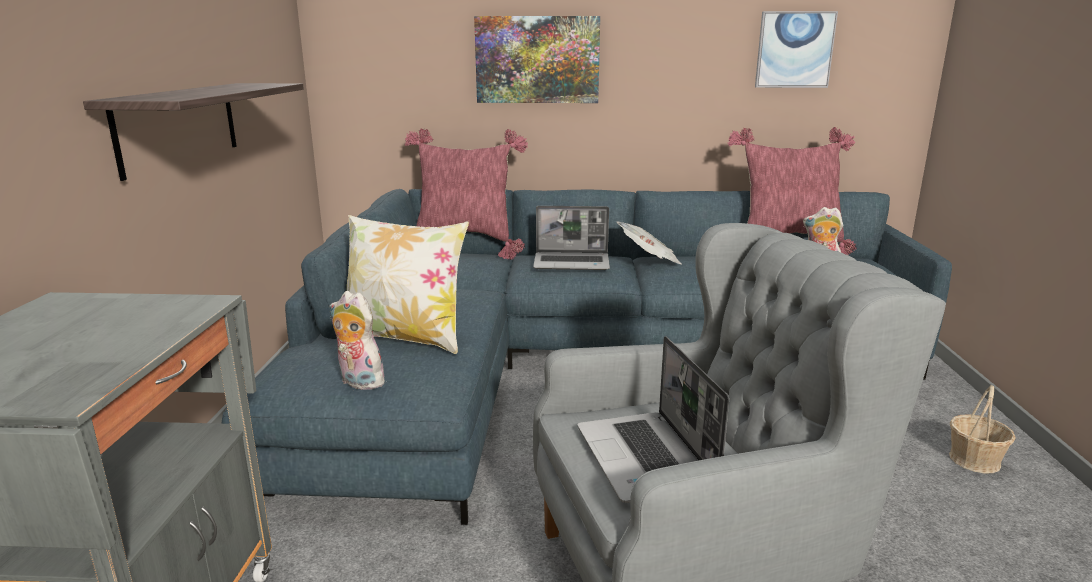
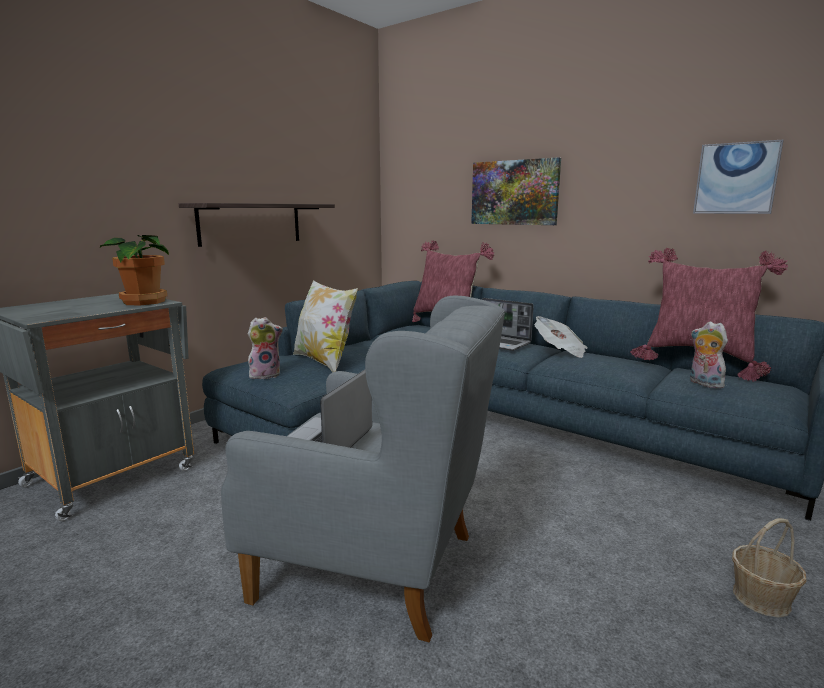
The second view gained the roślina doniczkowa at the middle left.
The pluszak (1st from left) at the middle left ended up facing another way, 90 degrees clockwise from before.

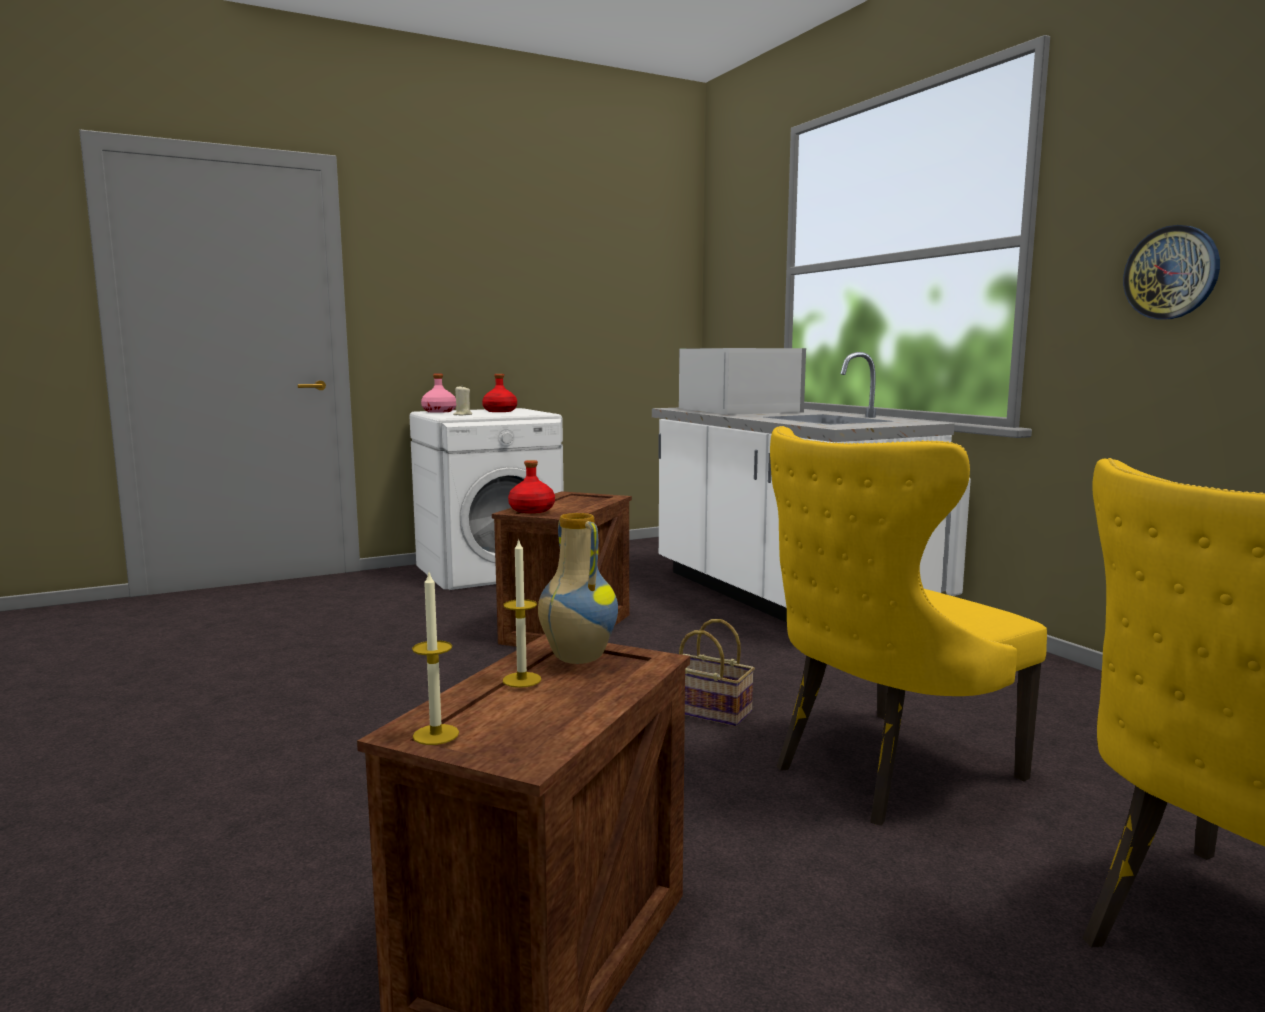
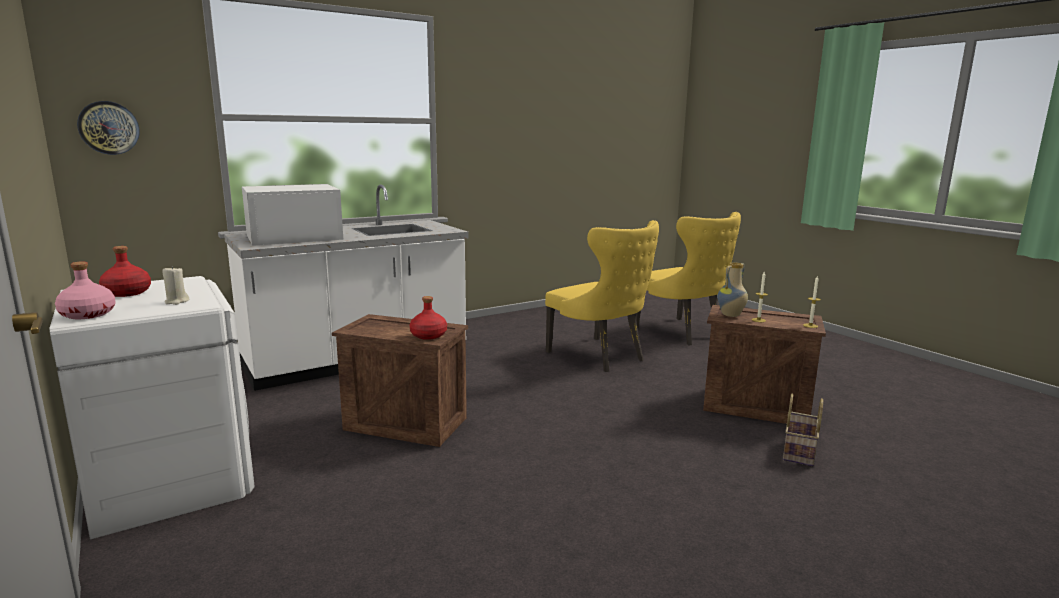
The zegar ścienny ended up elsewhere, having gone from the top right to the top left.
The koszyk ended up elsewhere, having gone from the centre to the bottom right.

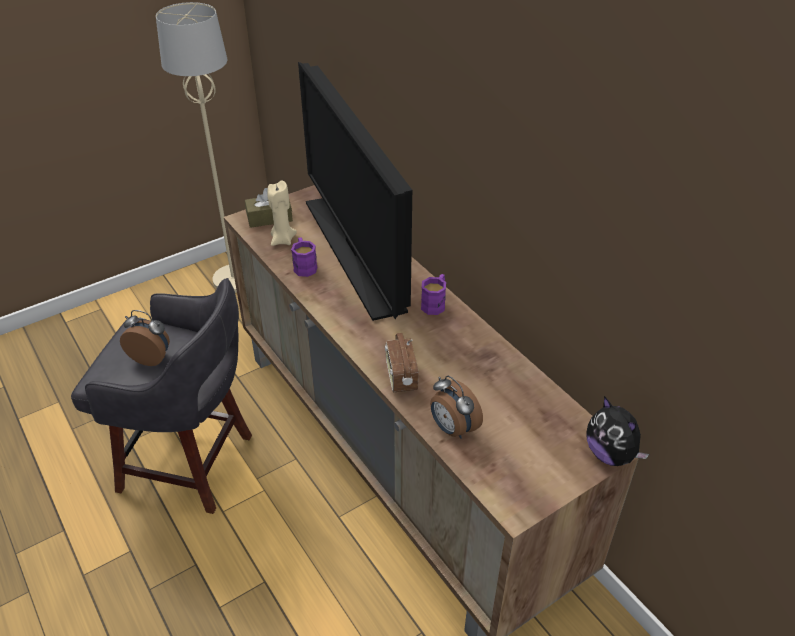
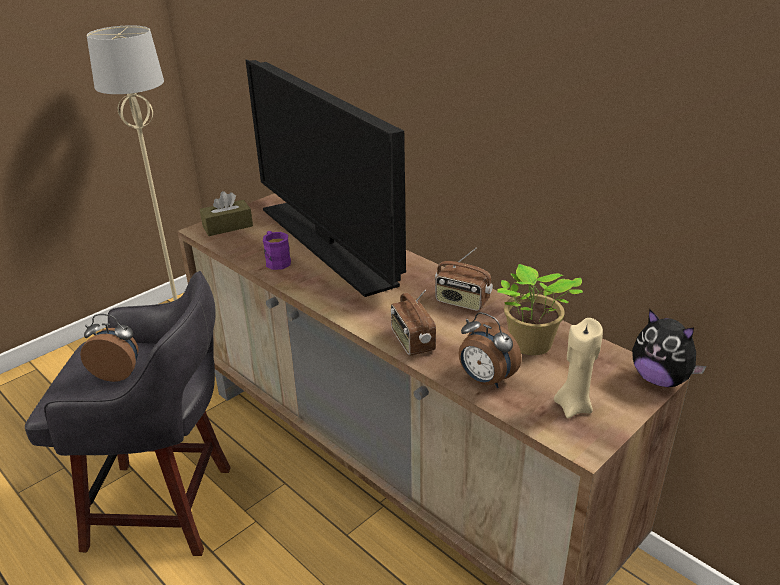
The second view gained the radio (2nd from left) at the centre.
The second view gained the roślina doniczkowa at the middle right.
The świeca/beżowy ended up elsewhere, having gone from the centre to the middle right.
The second view lost the kubek/fioletowy (2nd from left) at the centre.

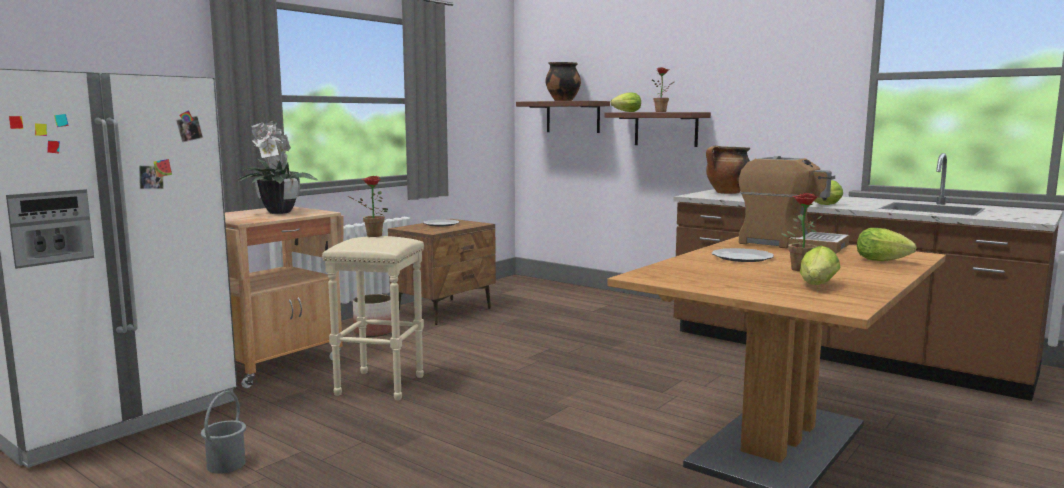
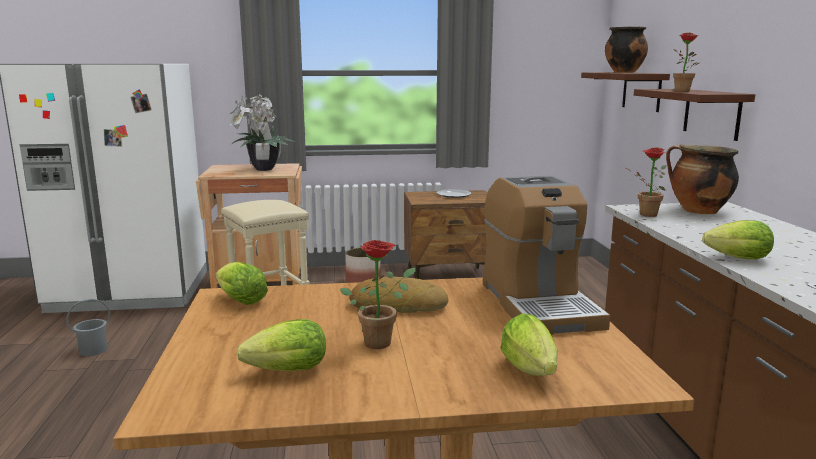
The sałata (1st from left) ended up elsewhere, having gone from the top centre to the middle left.
Where the talerz (2nd from left) stood at the middle right, the chleb came to stand at the centre.
The roślina doniczkowa (2nd from left in the first image) ended up elsewhere, having gone from the centre to the middle right.

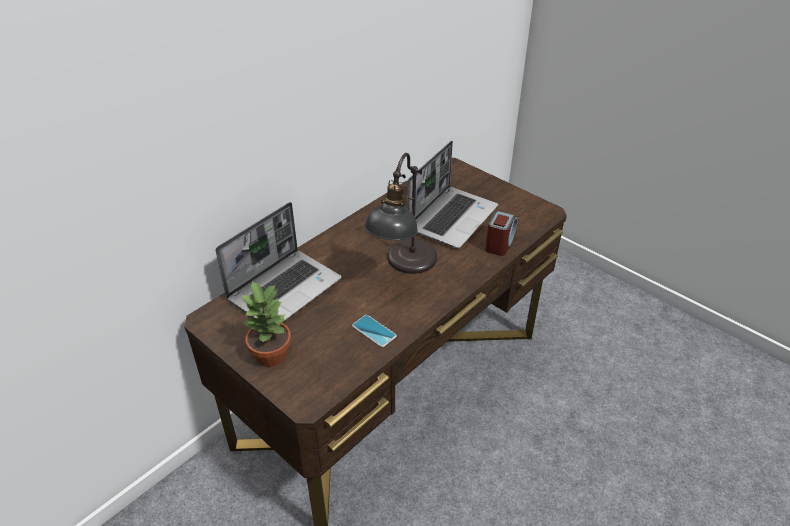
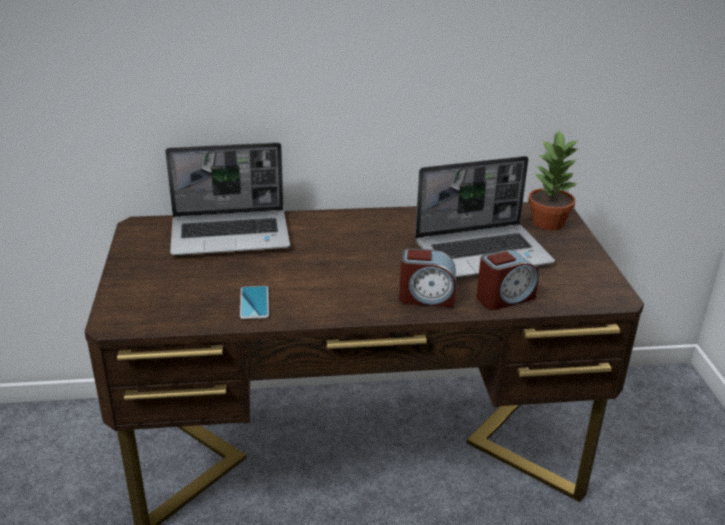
The second view gained the budzik (1st from left) at the centre.
The roślina doniczkowa ended up elsewhere, having gone from the centre to the middle right.
The second view lost the lampa stołowa/szary at the centre.

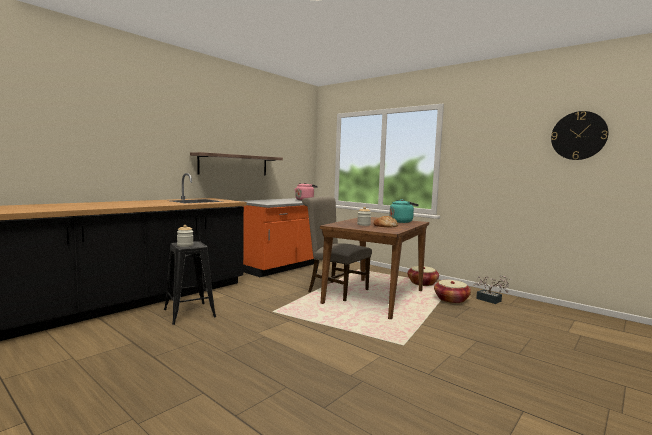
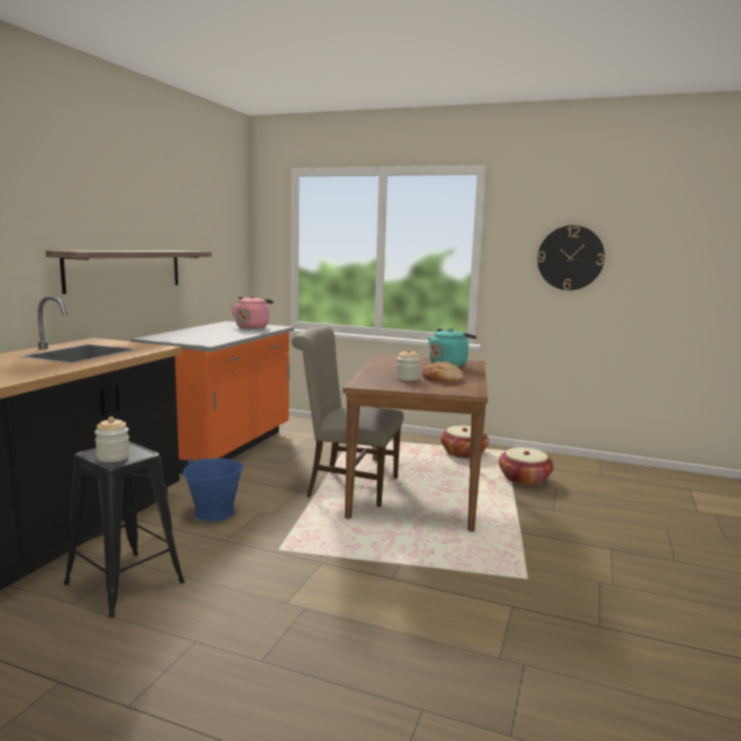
The second view gained the wiadro/niebieski at the middle left.
The zegar ścienny ended up elsewhere, having gone from the top right to the middle right.
The second view lost the roślina doniczkowa at the middle right.

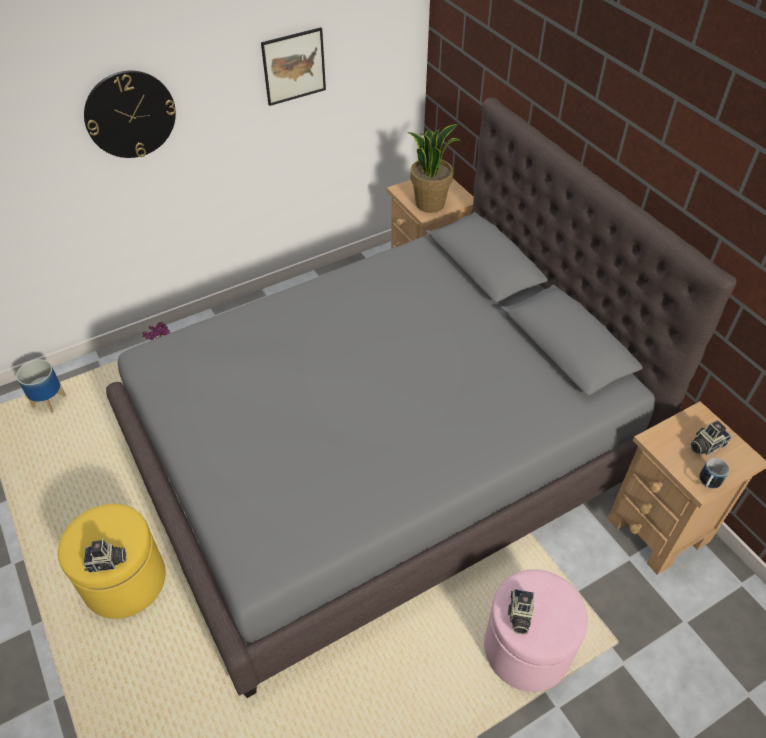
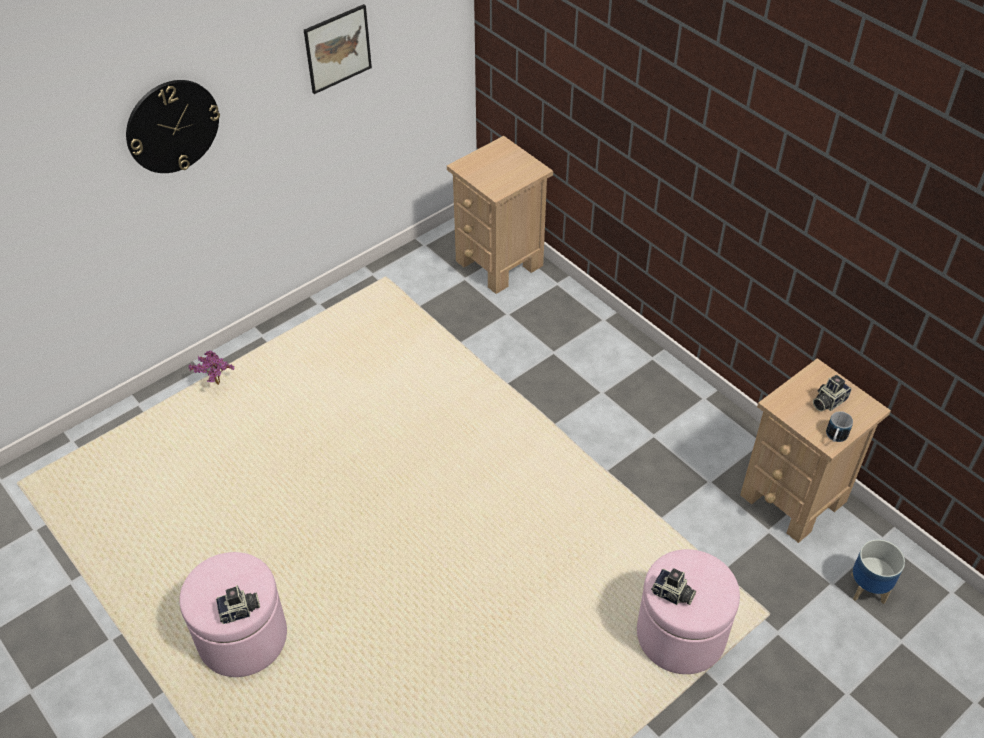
What was the pufa/żółty at the bottom left turned into the pufa/różowy (1st from left) at the bottom left.
The aparat fotograficzny (2nd from left) at the bottom right ended up facing another way, 60 degrees counterclockwise from before.
The donica ended up elsewhere, having gone from the middle left to the bottom right.
The second view lost the łóżko/szary at the centre.
The second view lost the roślina doniczkowa (2nd from left) at the top centre.

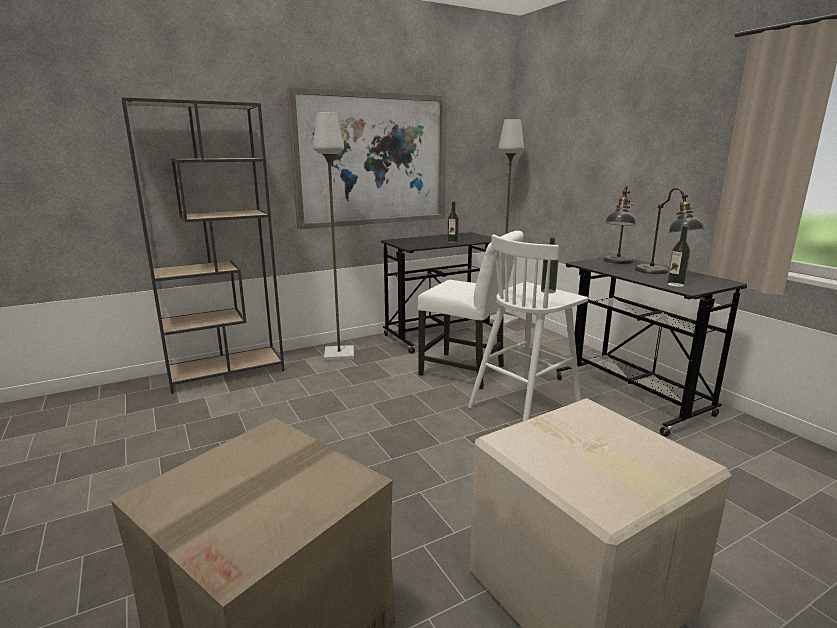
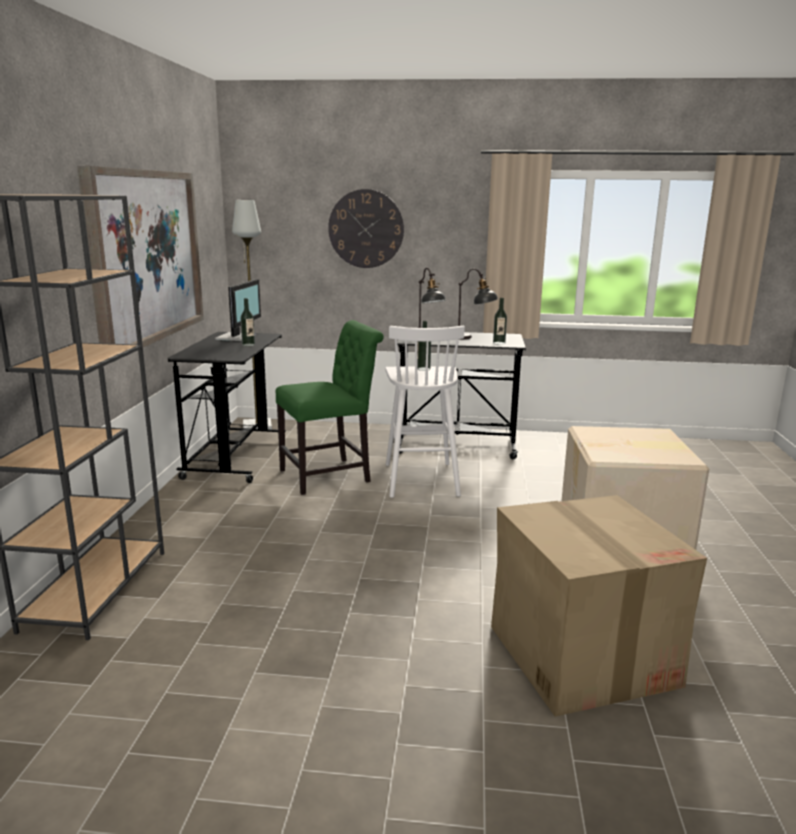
The second view gained the monitor at the middle left.
What was the krzesło/biały at the centre turned into the krzesło/zielony at the centre.
The second view gained the zegar ścienny at the top centre.
The second view lost the lampa stojąca/szary (1st from left) at the centre.

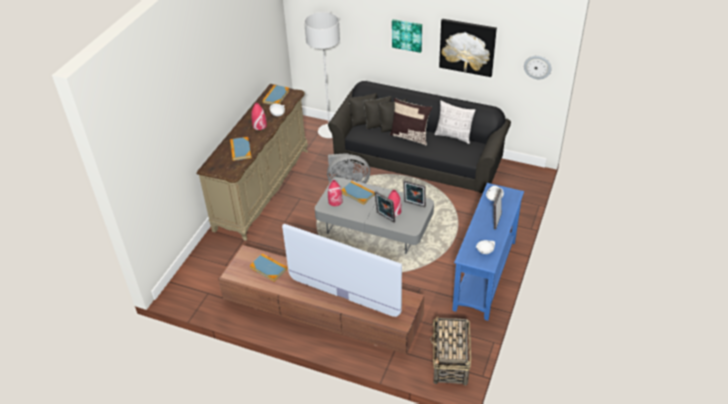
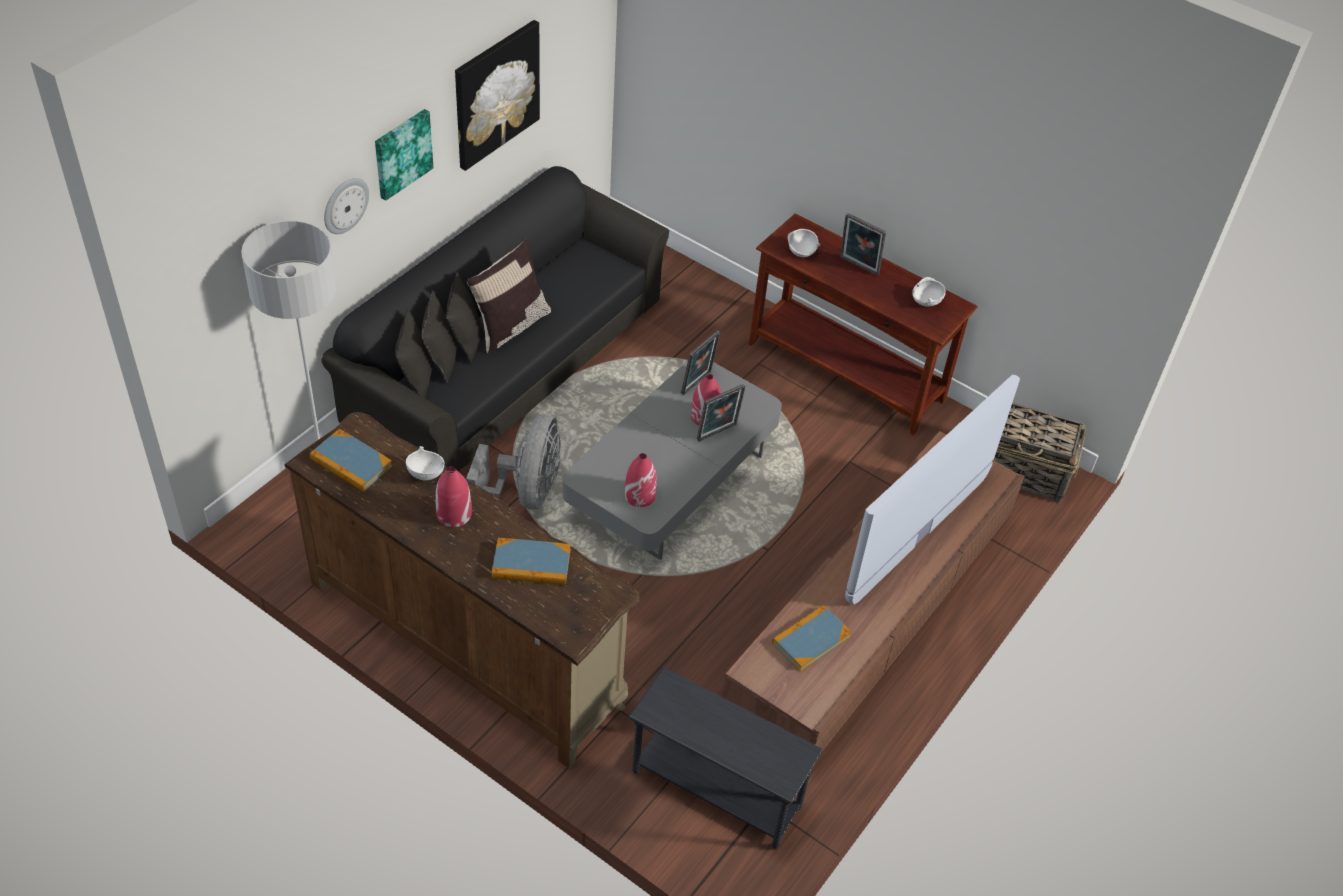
The zegar ścienny ended up elsewhere, having gone from the top right to the top left.
The second view gained the stolik/szary at the bottom centre.
What was the stolik konsolowy/niebieski at the middle right turned into the stolik konsolowy/brązowy at the centre.
The second view lost the książka (4th from left) at the centre.
The second view lost the poduszka (2nd from left) at the top centre.

